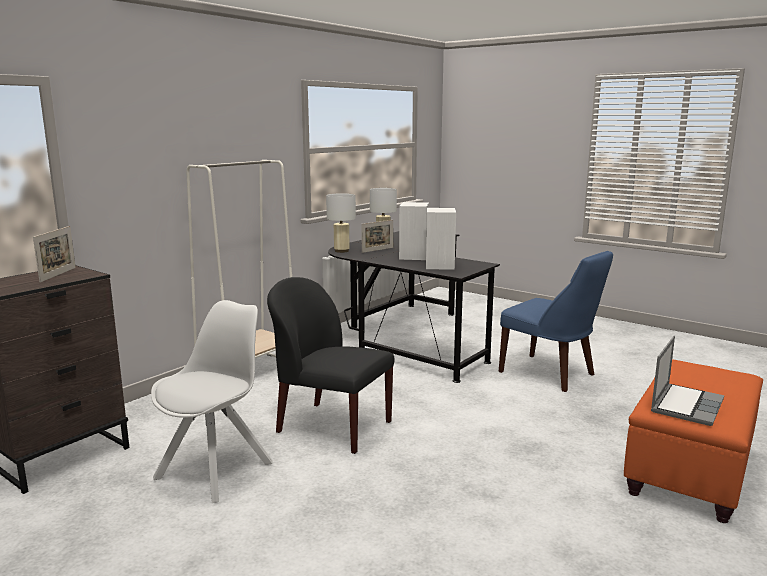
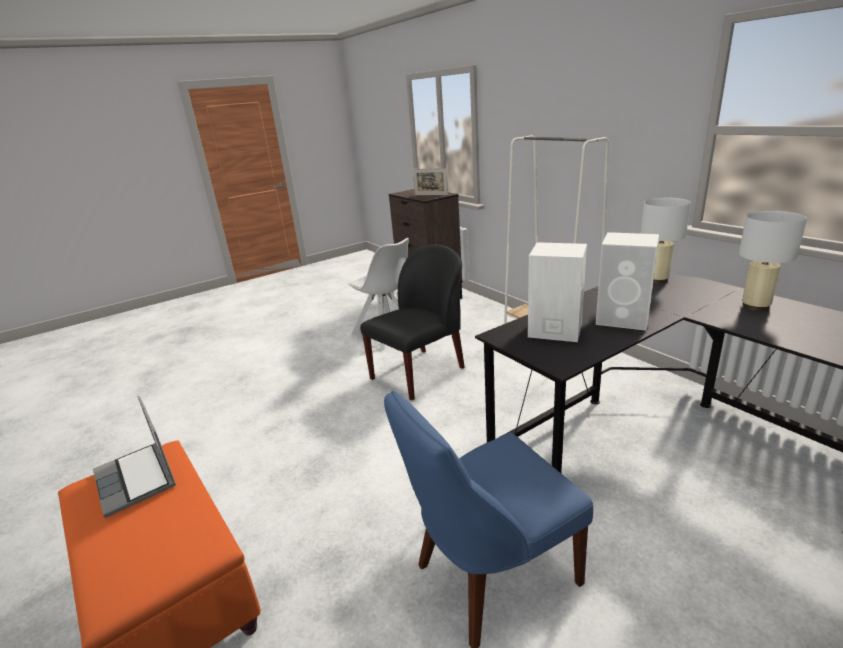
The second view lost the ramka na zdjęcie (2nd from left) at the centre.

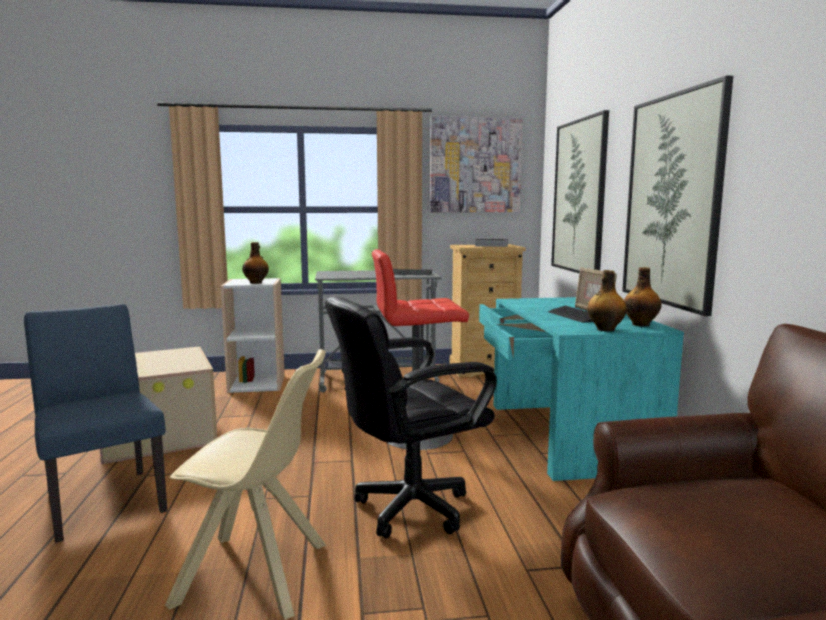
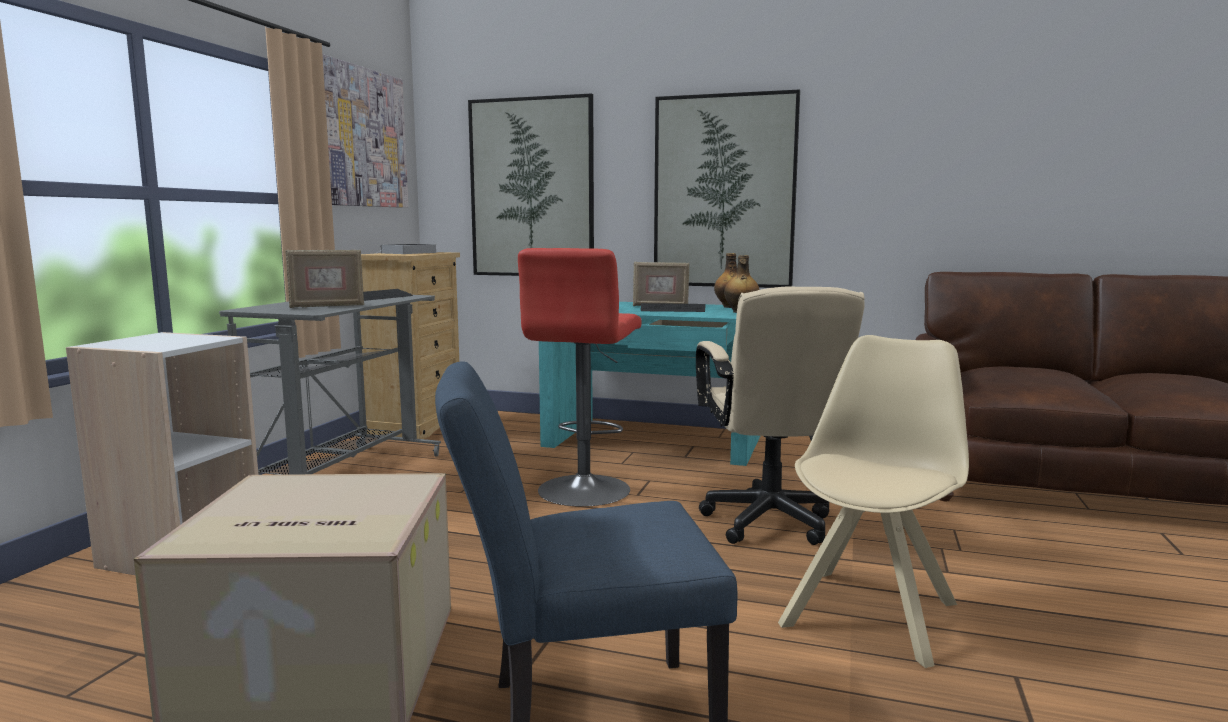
The second view gained the ramka na zdjęcie (1st from left) at the middle left.
What was the krzesło biurowe/czarny at the bottom centre turned into the krzesło biurowe/beżowy at the centre.
The second view lost the butelka (1st from left) at the middle left.

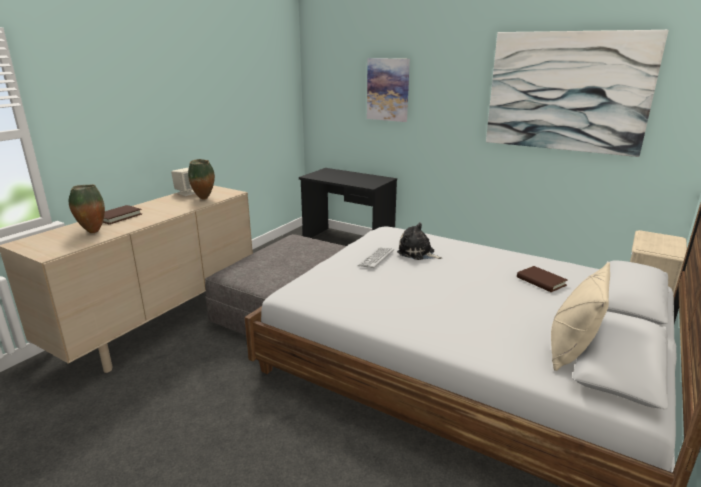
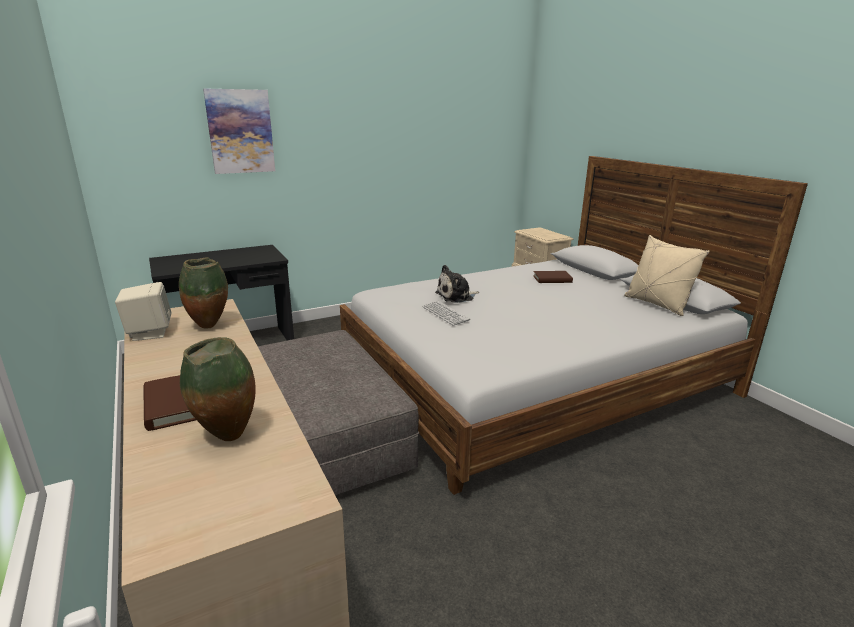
The second view lost the obraz (2nd from left) at the top right.

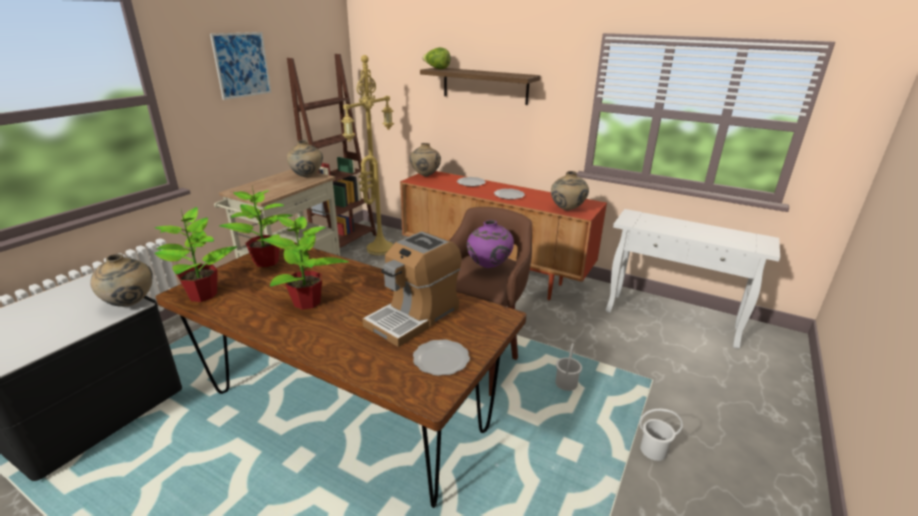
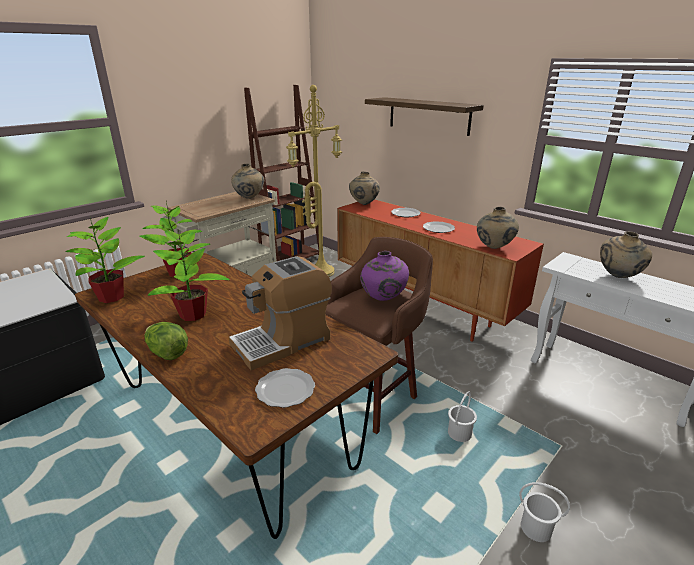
The sałata ended up elsewhere, having gone from the top centre to the middle left.
The wazon/beżowy (1st from left in the first image) ended up elsewhere, having gone from the middle left to the middle right.
The second view lost the obraz at the top left.

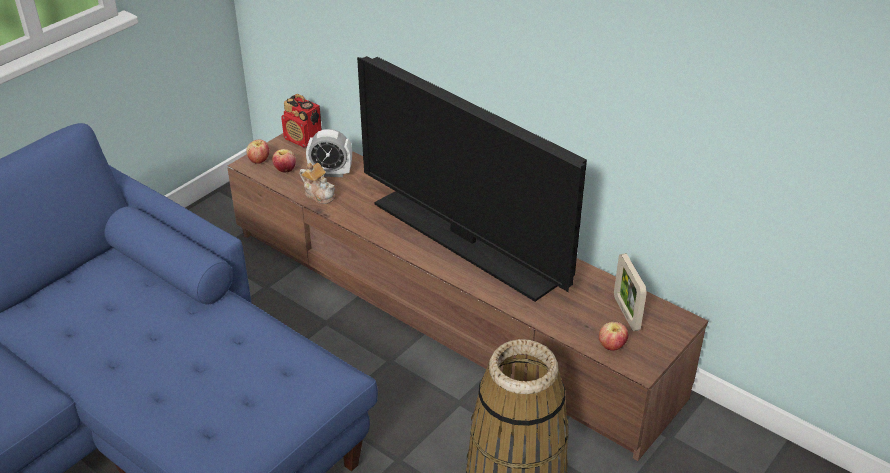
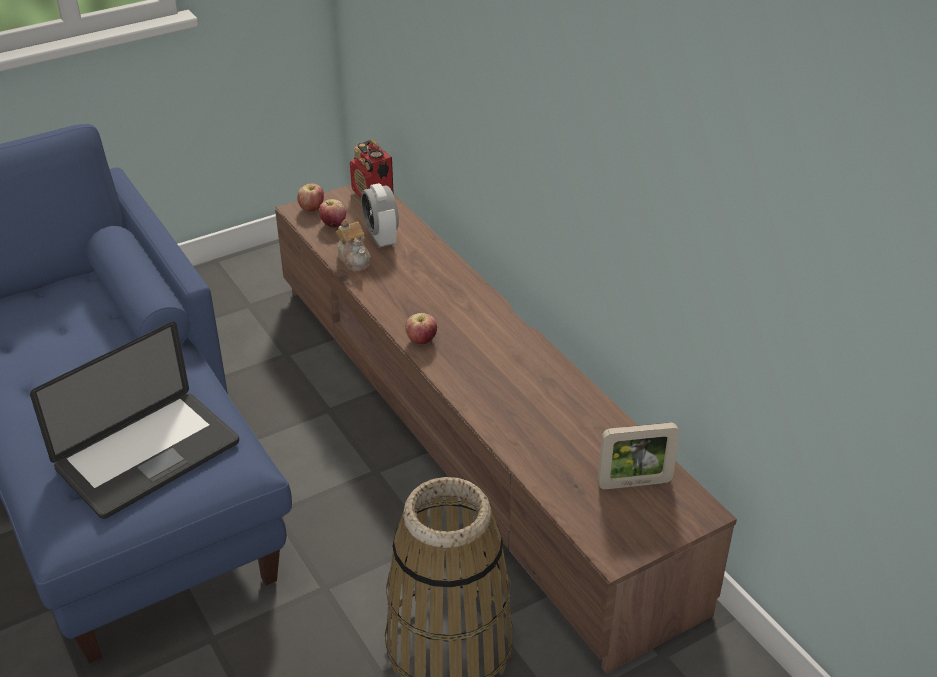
The second view gained the laptop at the middle left.
The budzik at the top centre ended up facing another way, 45 degrees clockwise from before.
The jabłko (3rd from left) ended up elsewhere, having gone from the bottom right to the centre.
The ramka na zdjęcie at the middle right ended up facing another way, 105 degrees counterclockwise from before.
The second view lost the telewizor at the centre.

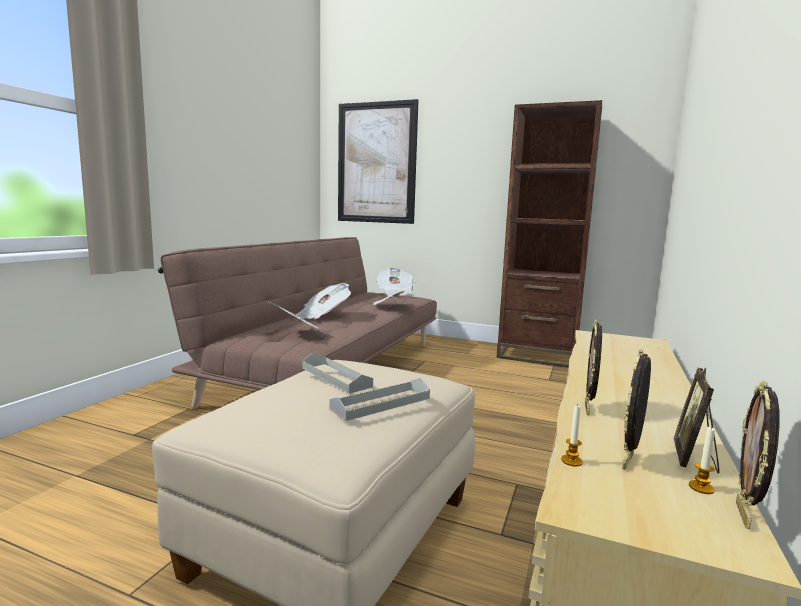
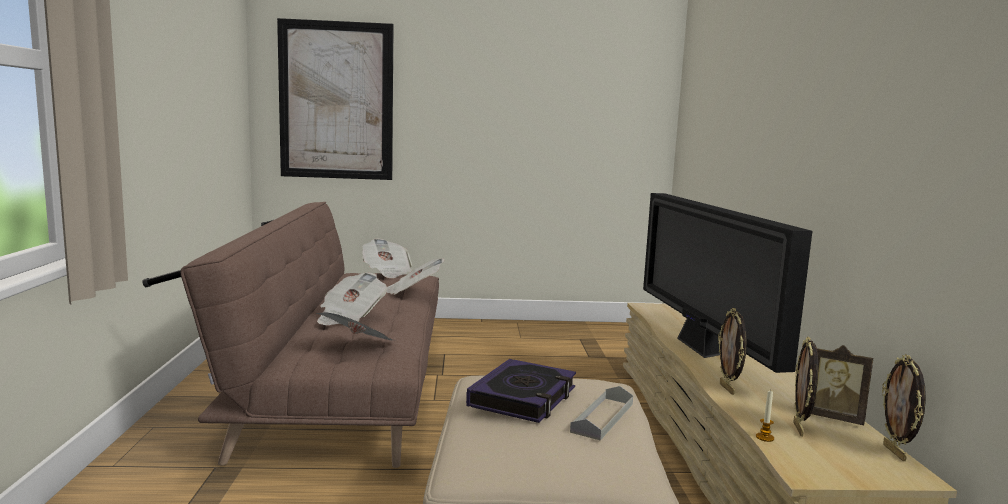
Where the taca/szary (1st from left) stood at the centre, the książka came to stand at the bottom centre.
The second view gained the telewizor at the middle right.
The ramka na zdjęcie (3rd from left) at the bottom right ended up facing another way, 60 degrees counterclockwise from before.
The second view lost the regał/brązowy at the middle right.
The second view lost the świeca (2nd from left) at the bottom right.

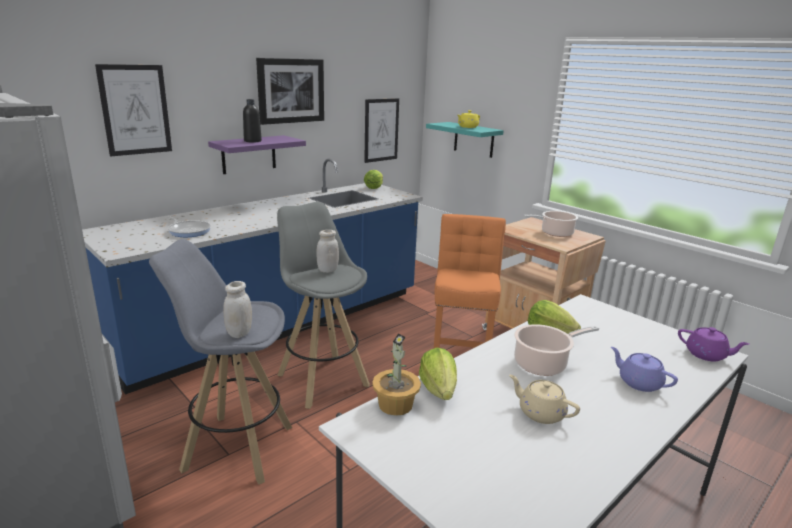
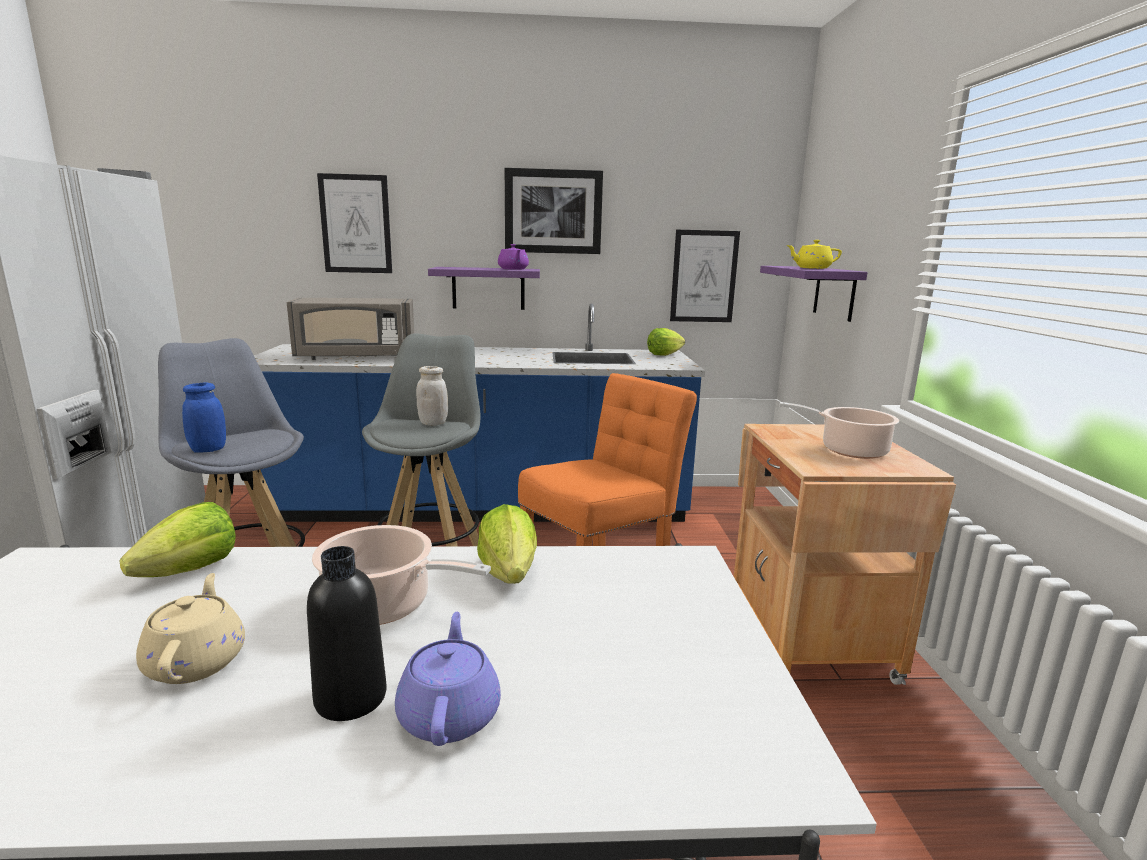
What was the słoik/biały (1st from left) at the middle left turned into the słoik/niebieski at the middle left.
Where the patelnia stood at the middle left, the mikrofalówka/szary came to stand at the middle left.
The butelka/czarny ended up elsewhere, having gone from the top left to the bottom left.
The imbryk/fioletowy (2nd from left) ended up elsewhere, having gone from the middle right to the top centre.
What was the półka/turkusowy at the top centre turned into the półka/fioletowy (2nd from left) at the middle right.
The second view lost the roślina doniczkowa at the bottom centre.

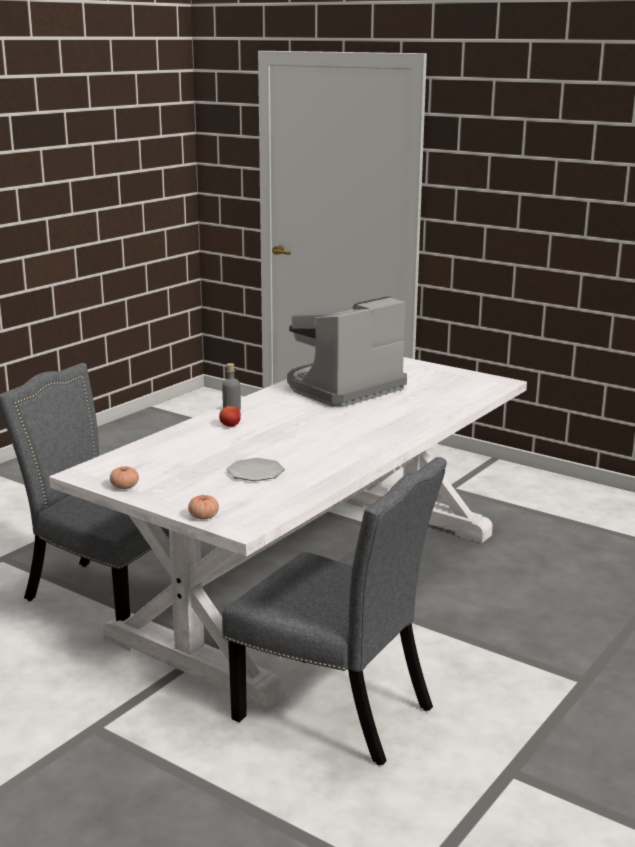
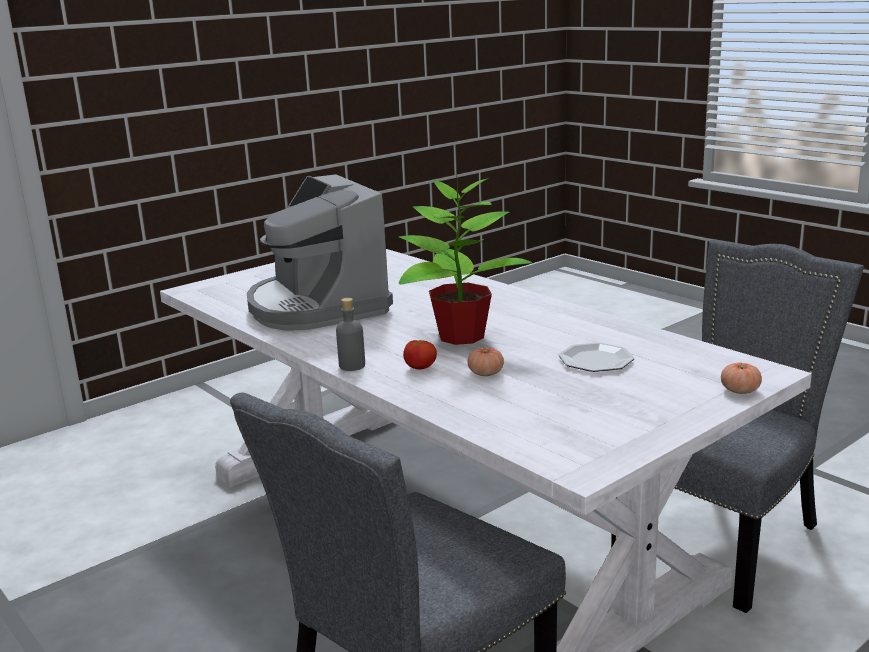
The second view gained the roślina doniczkowa at the centre.
The pomidor (1st from left in the first image) ended up elsewhere, having gone from the middle left to the centre.

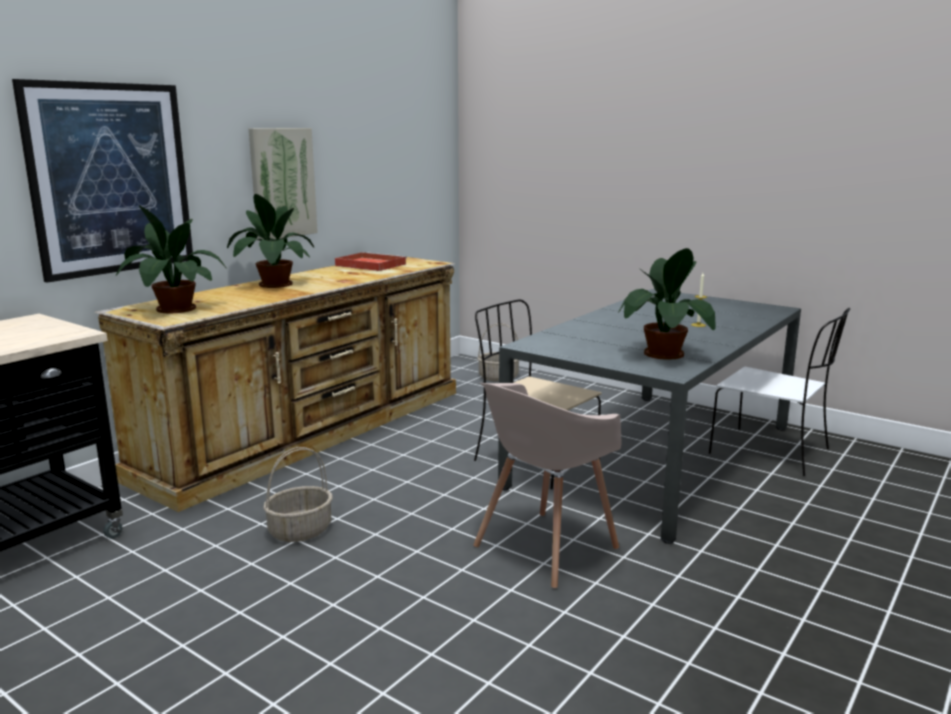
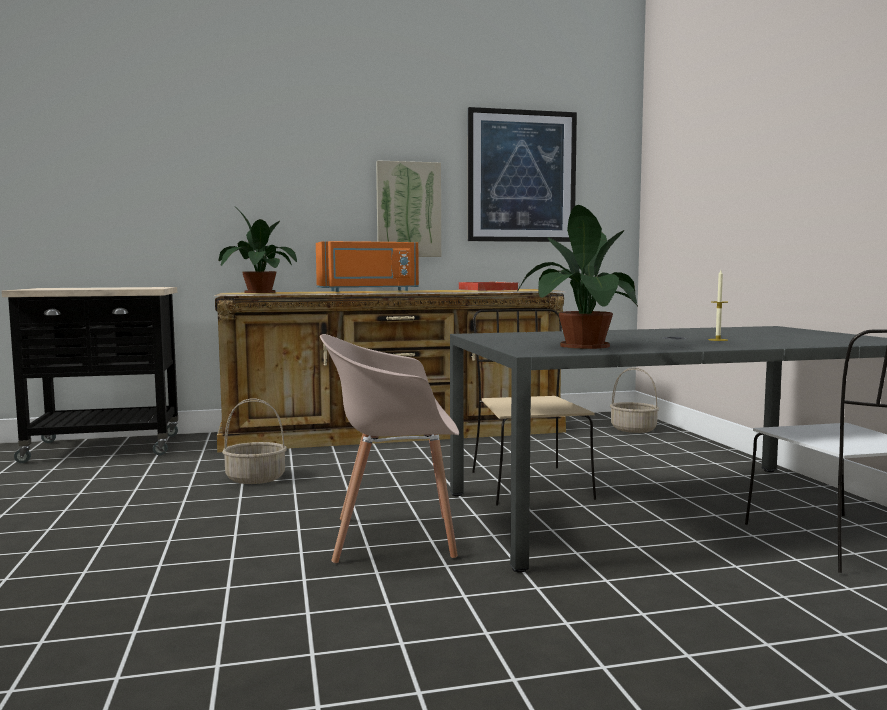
Where the roślina doniczkowa (2nd from left) stood at the middle left, the mikrofalówka/pomarańczowy came to stand at the centre.
The obraz (1st from left in the first image) ended up elsewhere, having gone from the top left to the top centre.

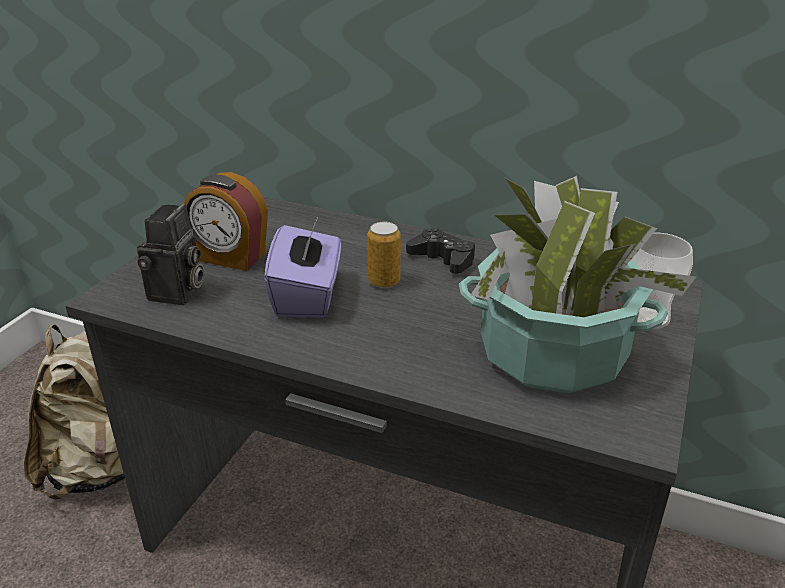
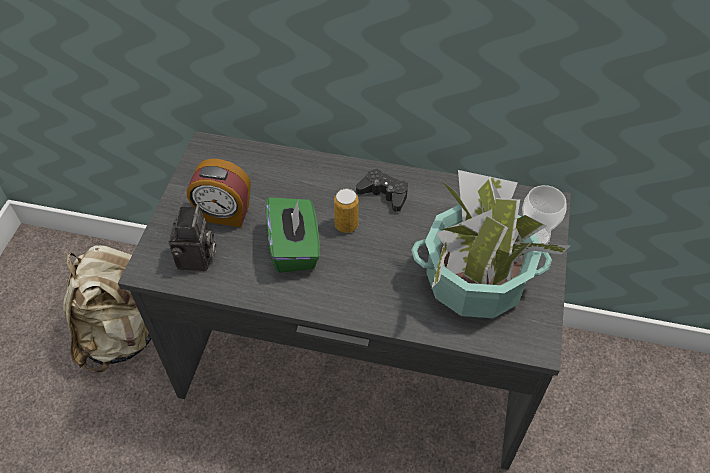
What was the pudełko chusteczek/fioletowy at the centre turned into the pudełko chusteczek/zielony at the centre.

